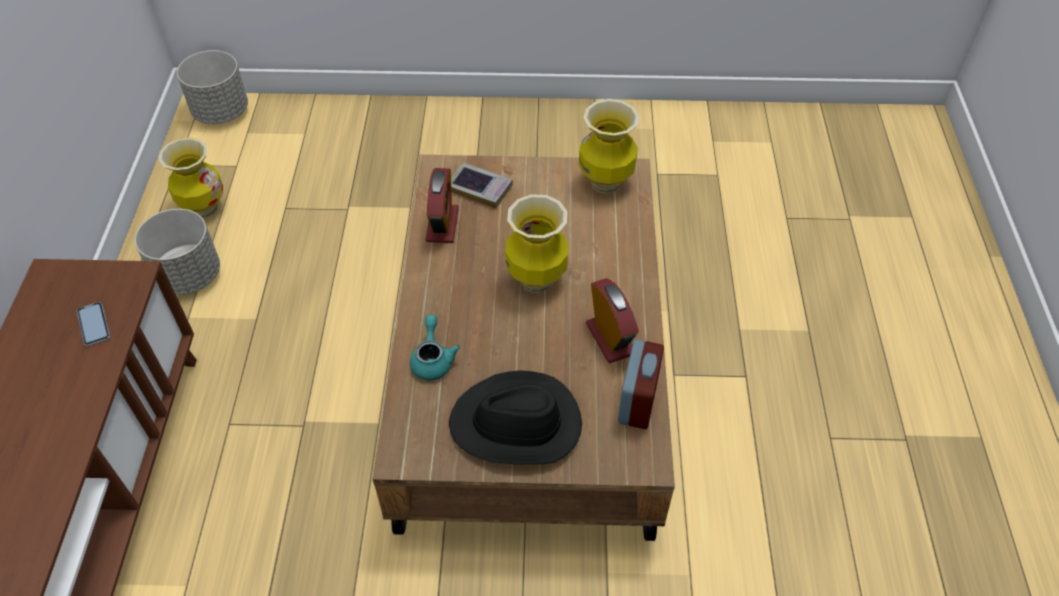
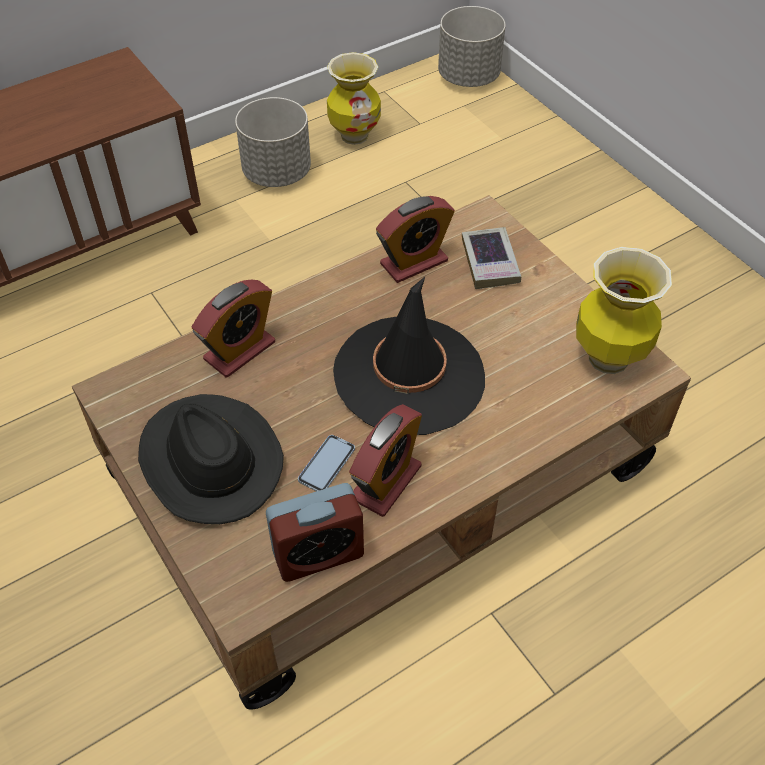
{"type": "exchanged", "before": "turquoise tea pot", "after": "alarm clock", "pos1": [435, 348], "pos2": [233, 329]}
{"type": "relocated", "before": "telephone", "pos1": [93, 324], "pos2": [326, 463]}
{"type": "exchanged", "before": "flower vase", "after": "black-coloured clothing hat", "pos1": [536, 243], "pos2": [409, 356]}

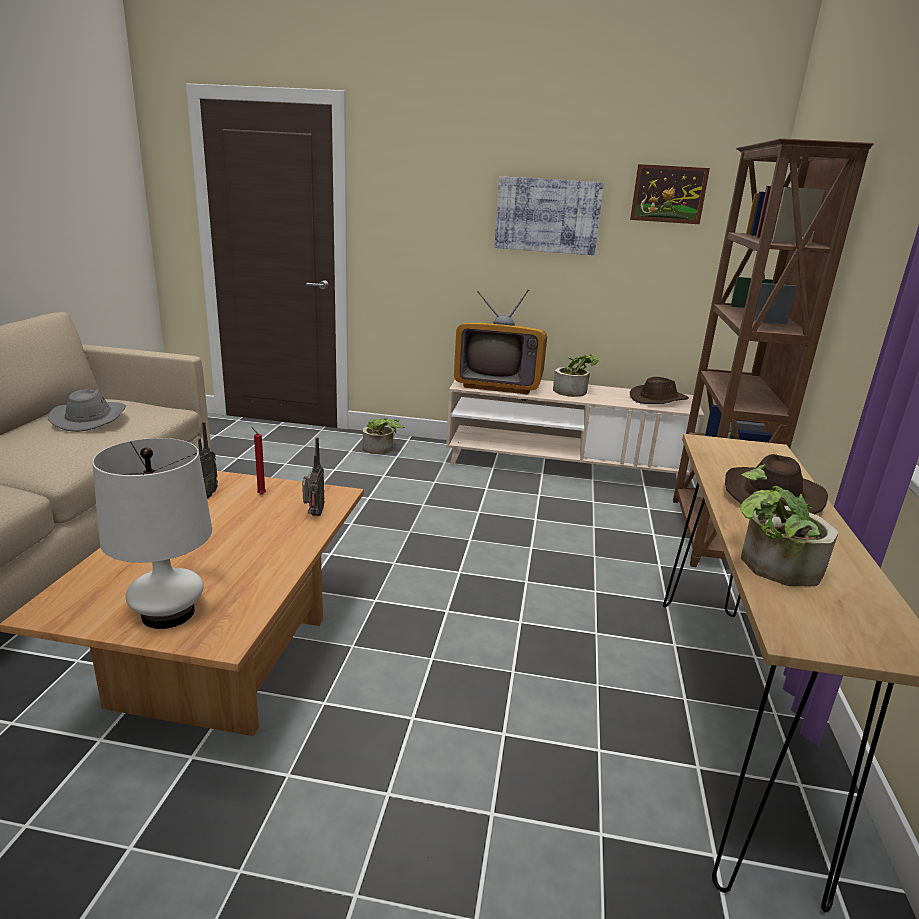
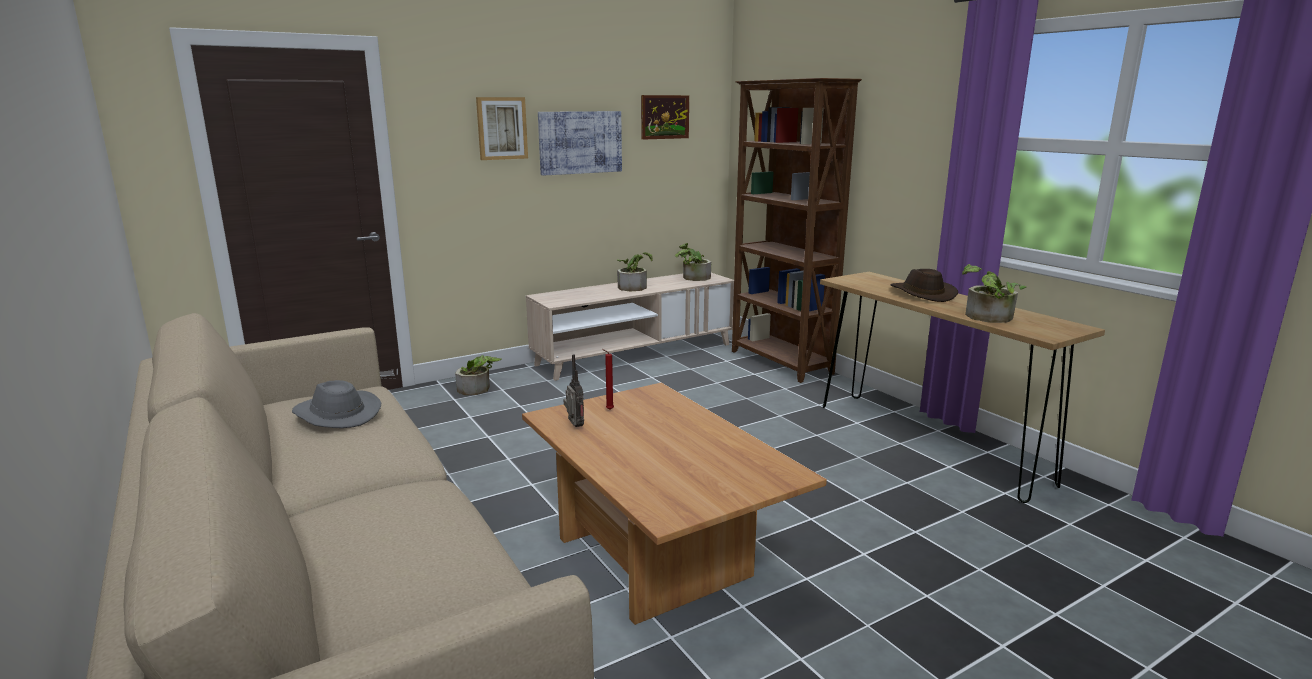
{"type": "appeared", "after": "wall picture", "pos2": [502, 128]}
{"type": "exchanged", "before": "brownish clothing hat", "after": "potted plant", "pos1": [659, 390], "pos2": [693, 262]}
{"type": "missing", "before": "whitish table lamp", "pos1": [152, 533]}
{"type": "missing", "before": "radio", "pos1": [313, 476]}
{"type": "missing", "before": "television", "pos1": [500, 341]}

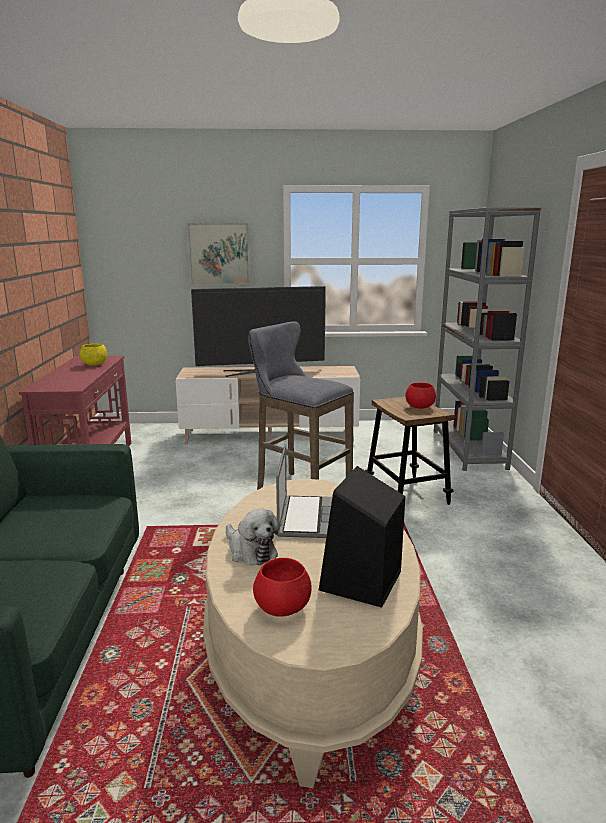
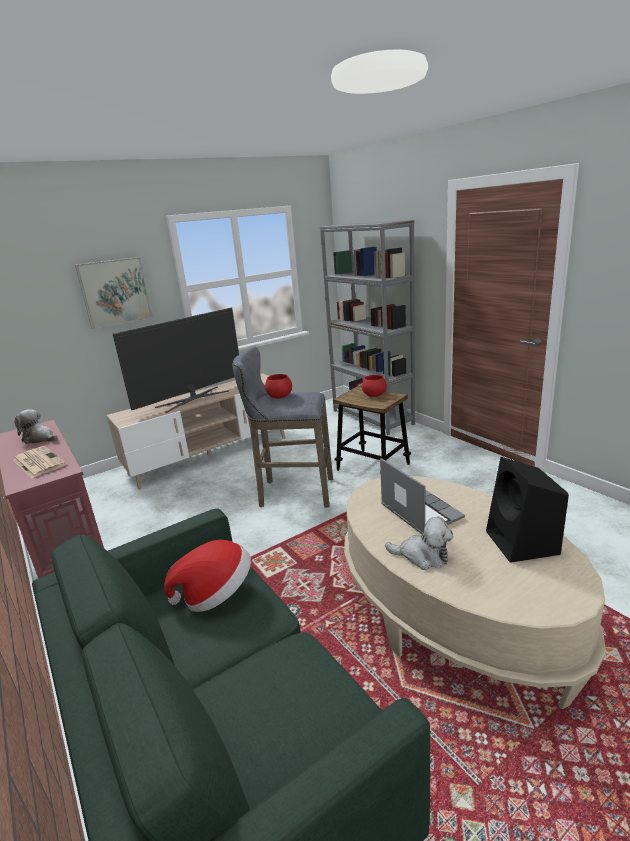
{"type": "appeared", "after": "printed paper", "pos2": [39, 462]}
{"type": "exchanged", "before": "yellowish deep dish", "after": "cuddly toy", "pos1": [93, 355], "pos2": [35, 426]}
{"type": "appeared", "after": "clothing hat", "pos2": [207, 576]}
{"type": "relocated", "before": "red deep dish", "pos1": [282, 587], "pos2": [278, 386]}

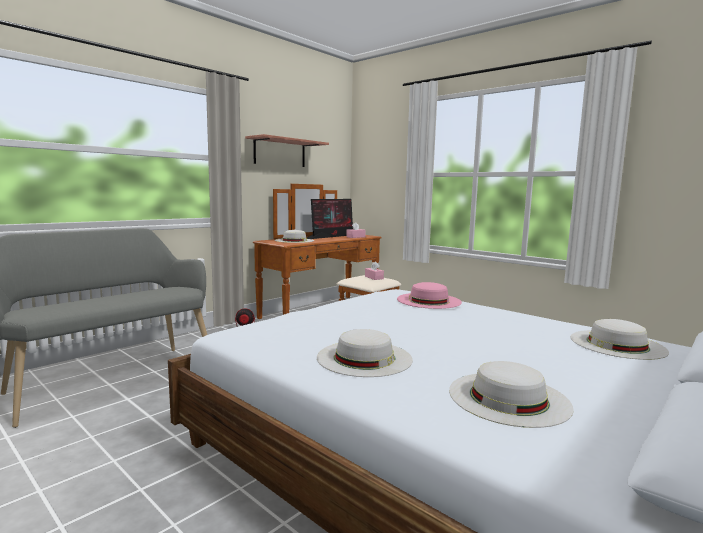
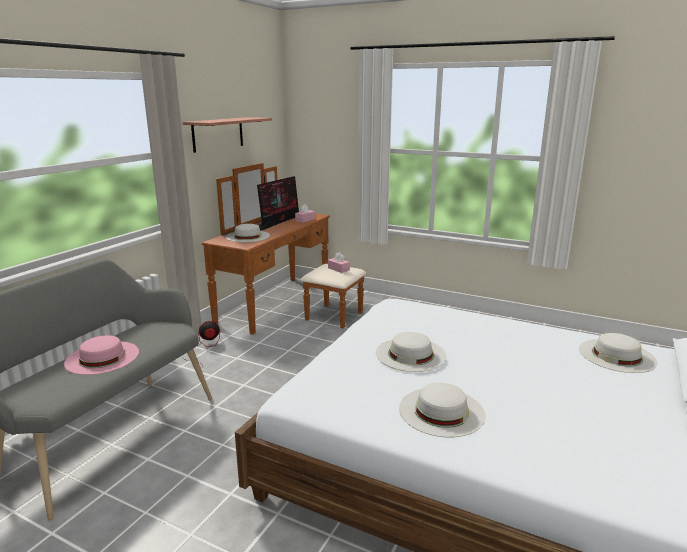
{"type": "relocated", "before": "pinkish clothing hat", "pos1": [429, 295], "pos2": [101, 355]}
{"type": "relocated", "before": "whitish clothing hat", "pos1": [511, 394], "pos2": [411, 352]}

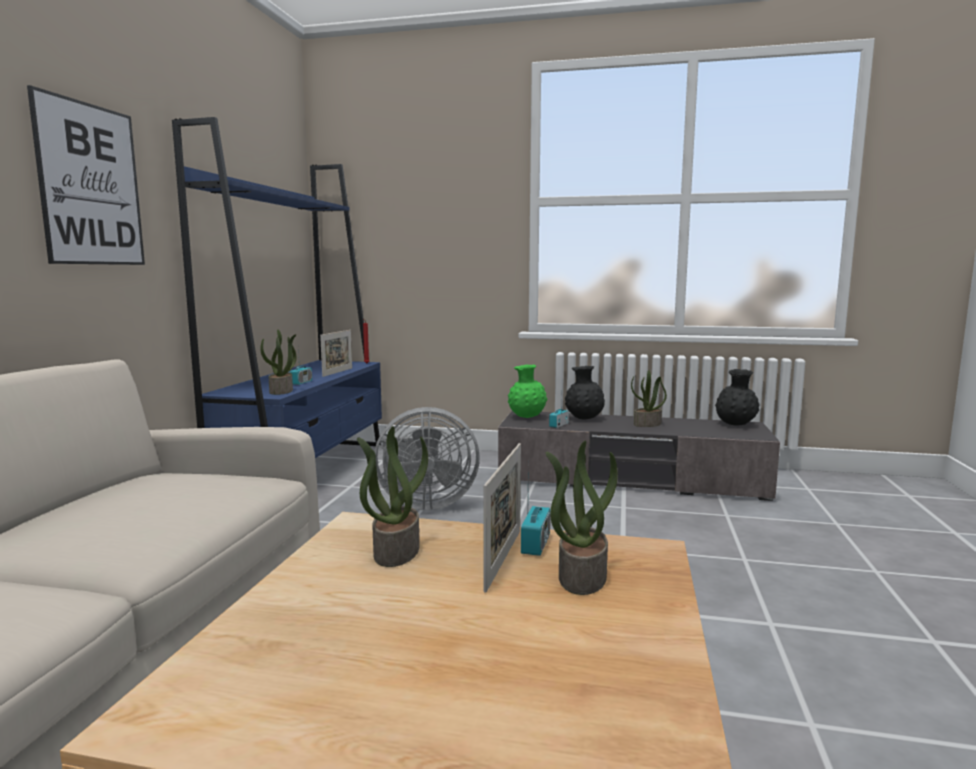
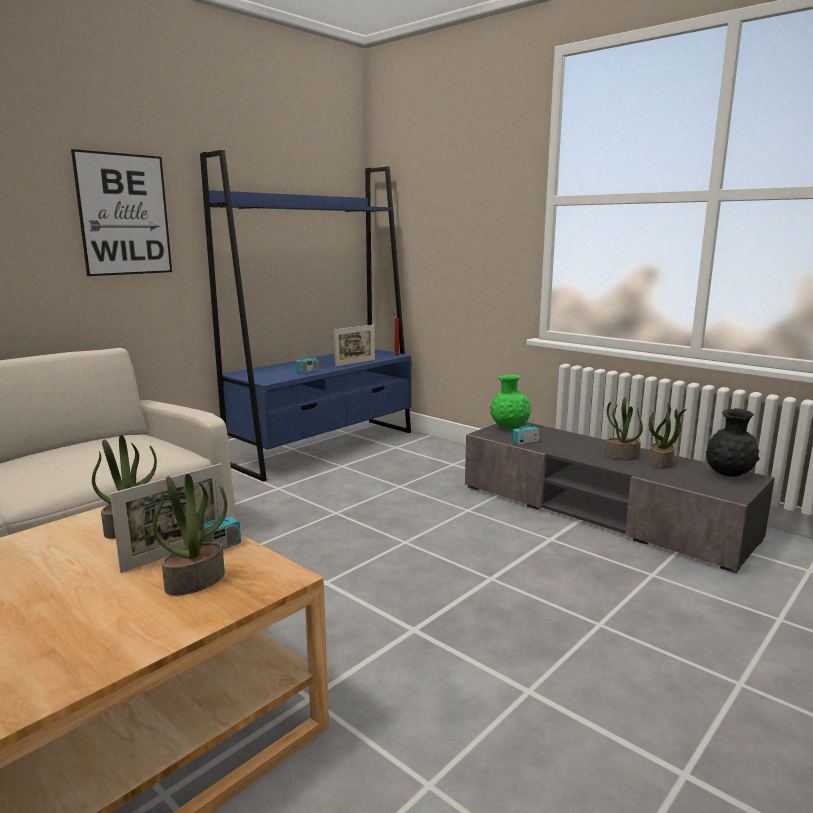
{"type": "relocated", "before": "potted plant", "pos1": [278, 362], "pos2": [668, 435]}
{"type": "missing", "before": "gray cooling fan", "pos1": [427, 458]}
{"type": "missing", "before": "black-coloured flower vase", "pos1": [585, 393]}

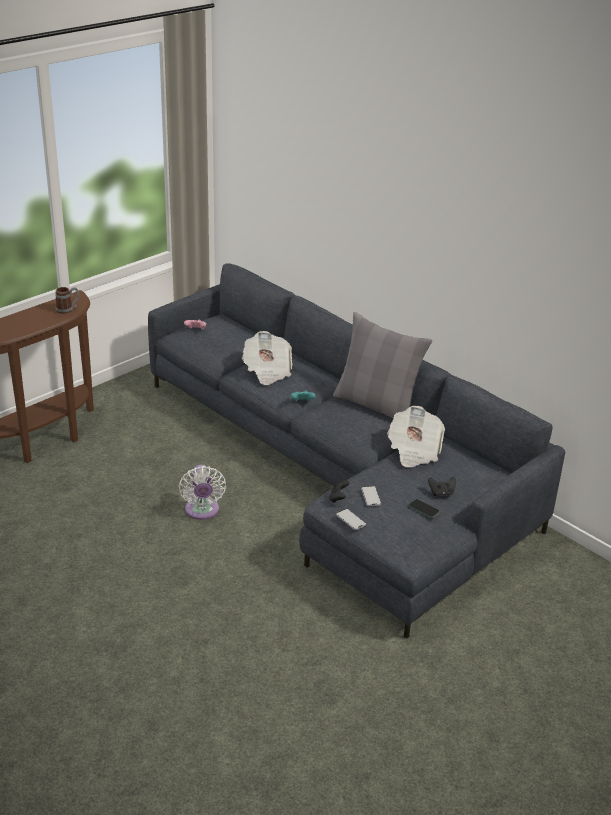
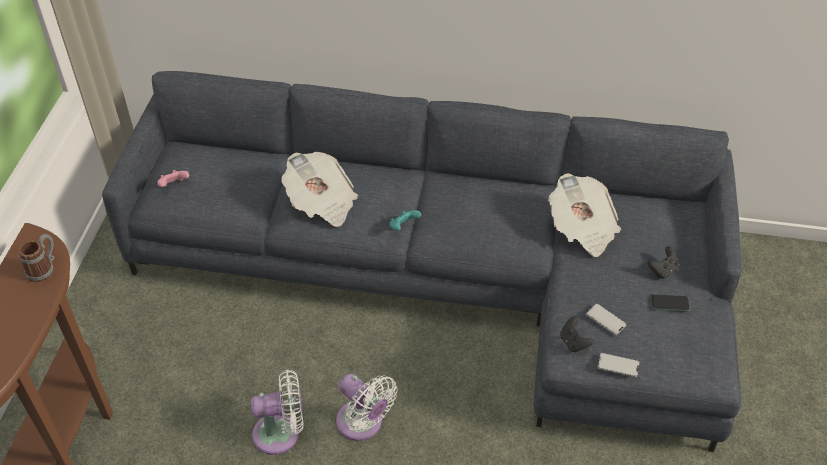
{"type": "appeared", "after": "whitish cooling fan", "pos2": [277, 412]}
{"type": "missing", "before": "gray cushion", "pos1": [382, 365]}

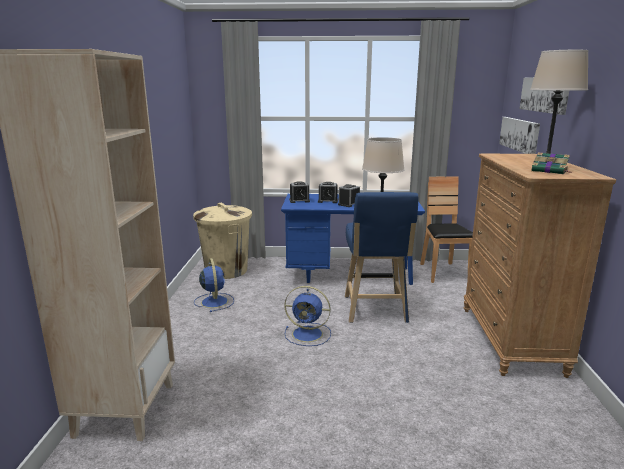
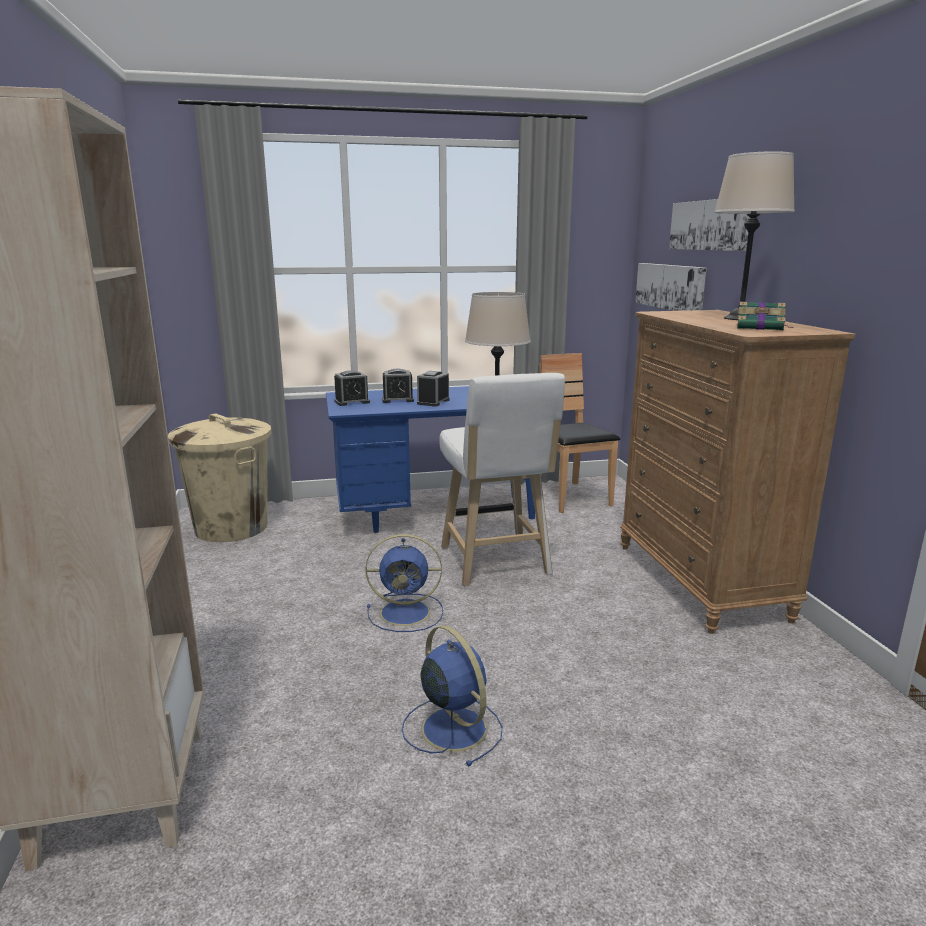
{"type": "relocated", "before": "blue cooling fan", "pos1": [214, 285], "pos2": [452, 695]}
{"type": "colour", "before": "blue stool", "after": "whitish stool", "pos1": [381, 257], "pos2": [502, 479]}

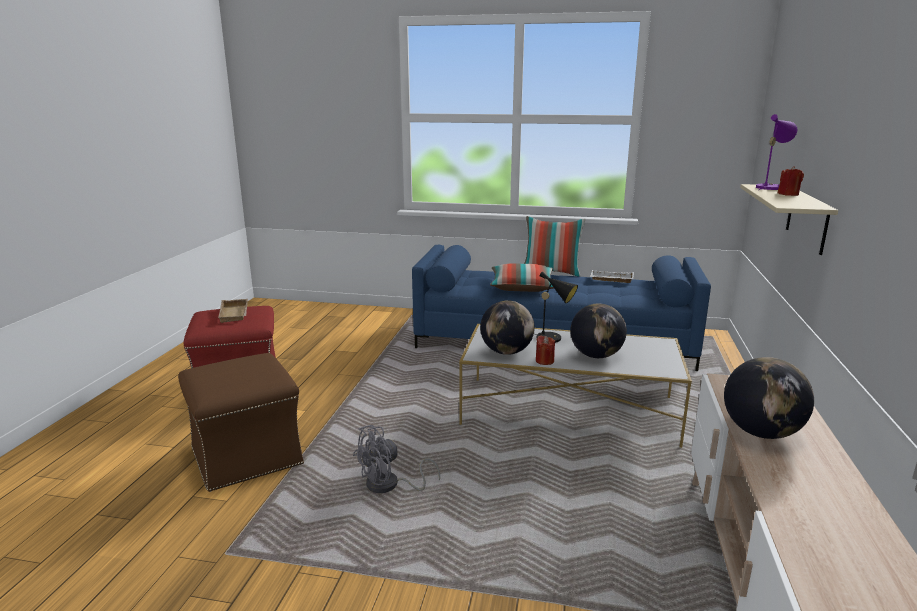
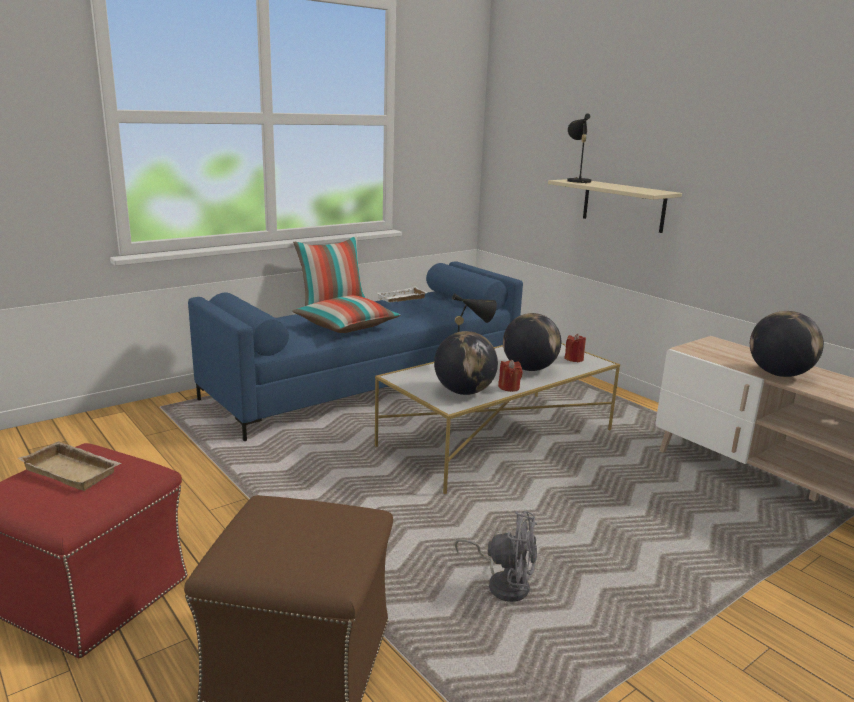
{"type": "spun", "before": "gray cooling fan", "pos1": [396, 459], "pos2": [495, 556], "turn": -75}
{"type": "relocated", "before": "red candle", "pos1": [791, 181], "pos2": [575, 348]}
{"type": "colour", "before": "purplish table lamp", "after": "black-coloured table lamp", "pos1": [776, 152], "pos2": [579, 148]}

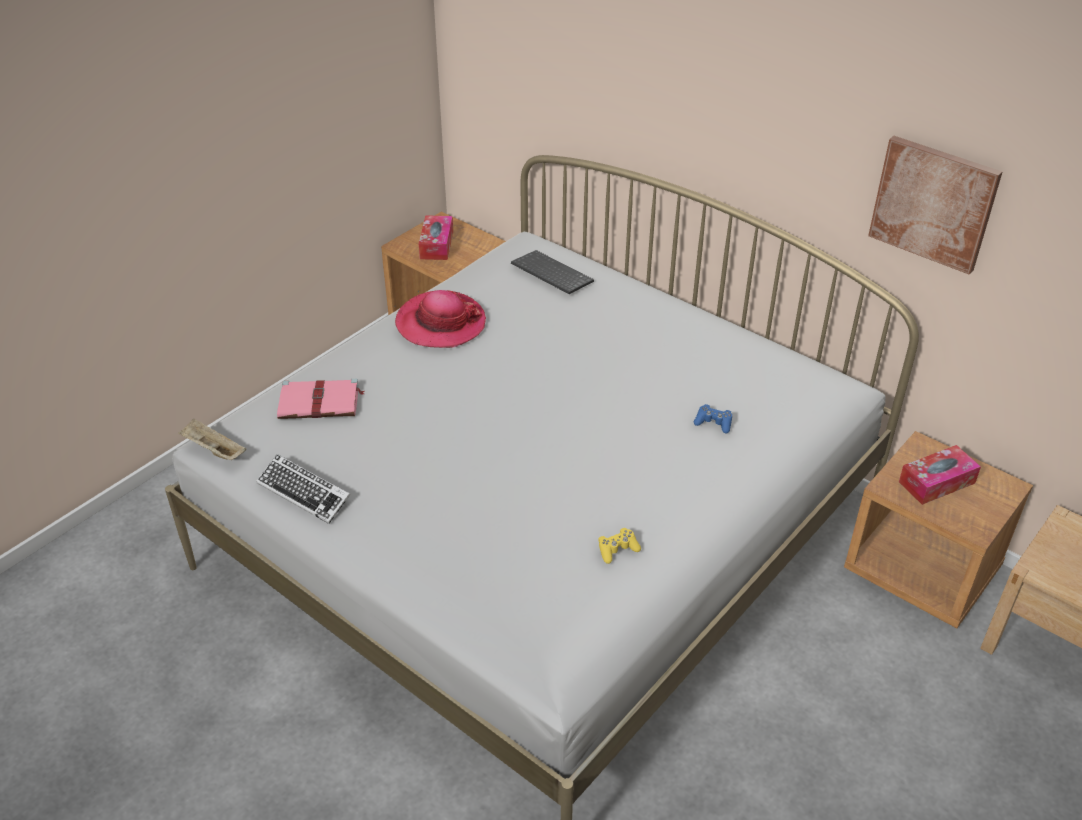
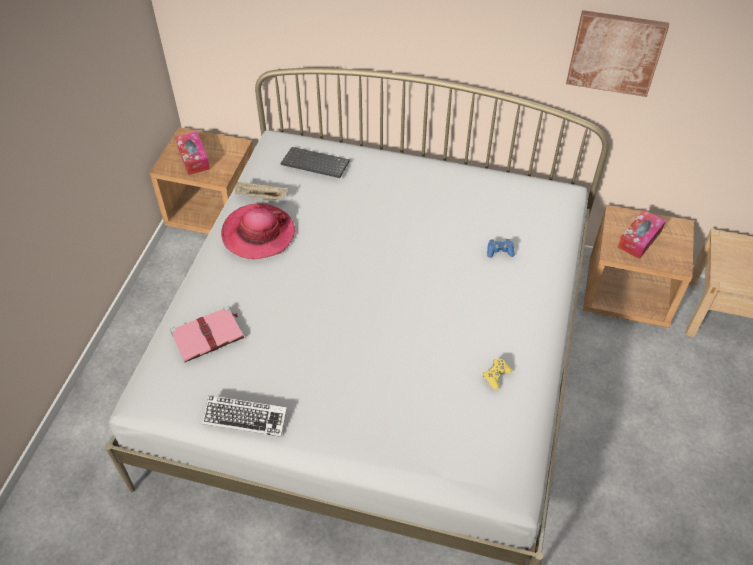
{"type": "relocated", "before": "beige-coloured serving tray", "pos1": [212, 439], "pos2": [261, 190]}

